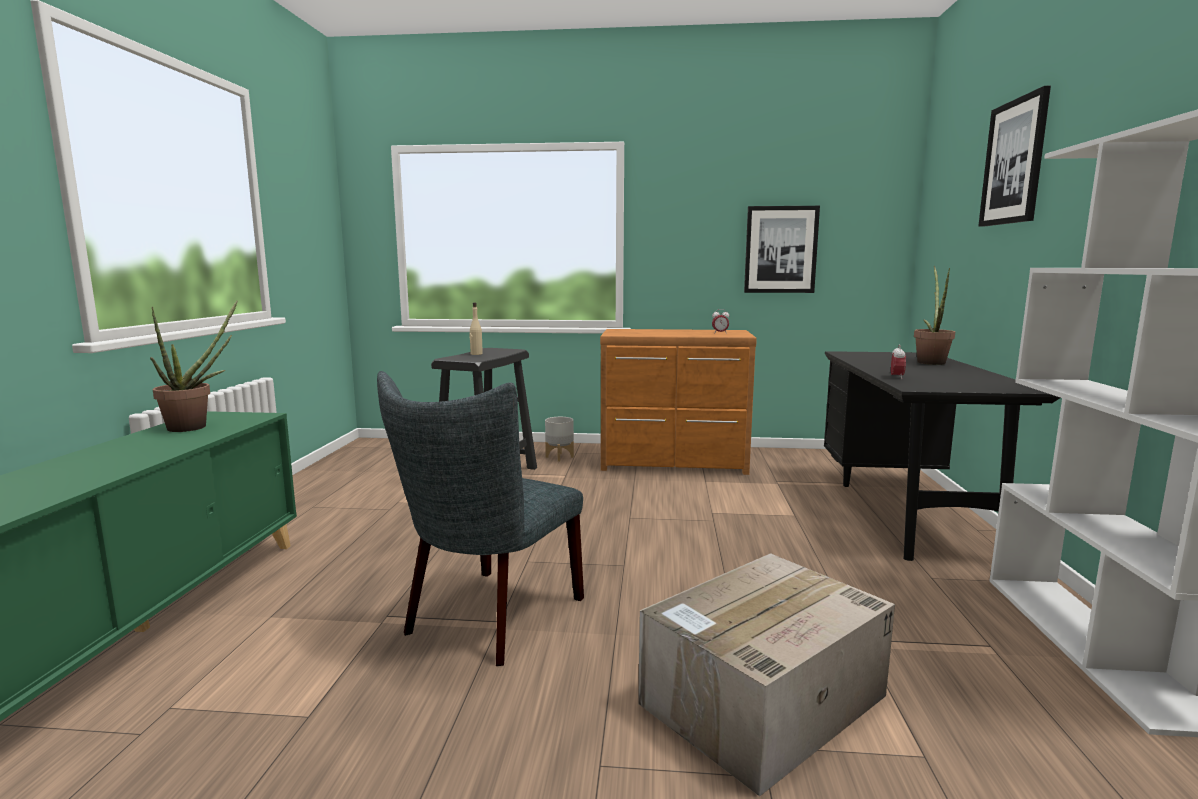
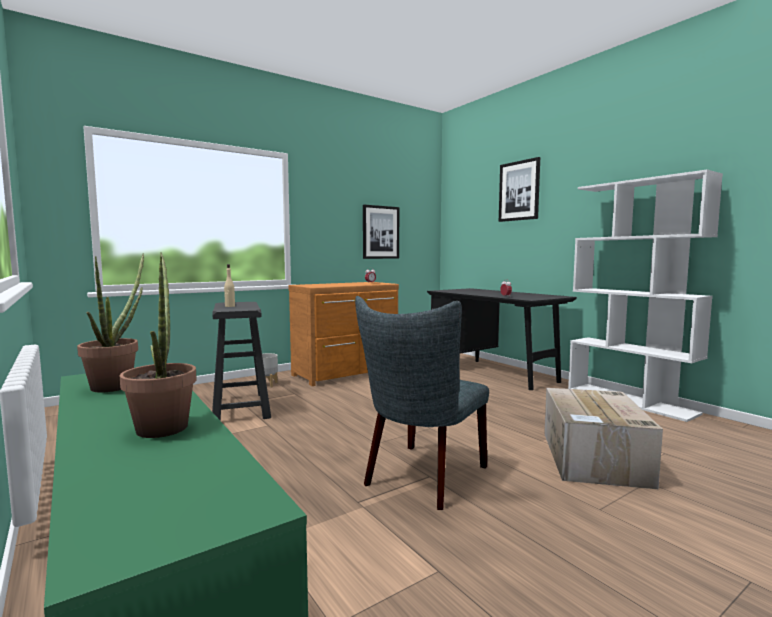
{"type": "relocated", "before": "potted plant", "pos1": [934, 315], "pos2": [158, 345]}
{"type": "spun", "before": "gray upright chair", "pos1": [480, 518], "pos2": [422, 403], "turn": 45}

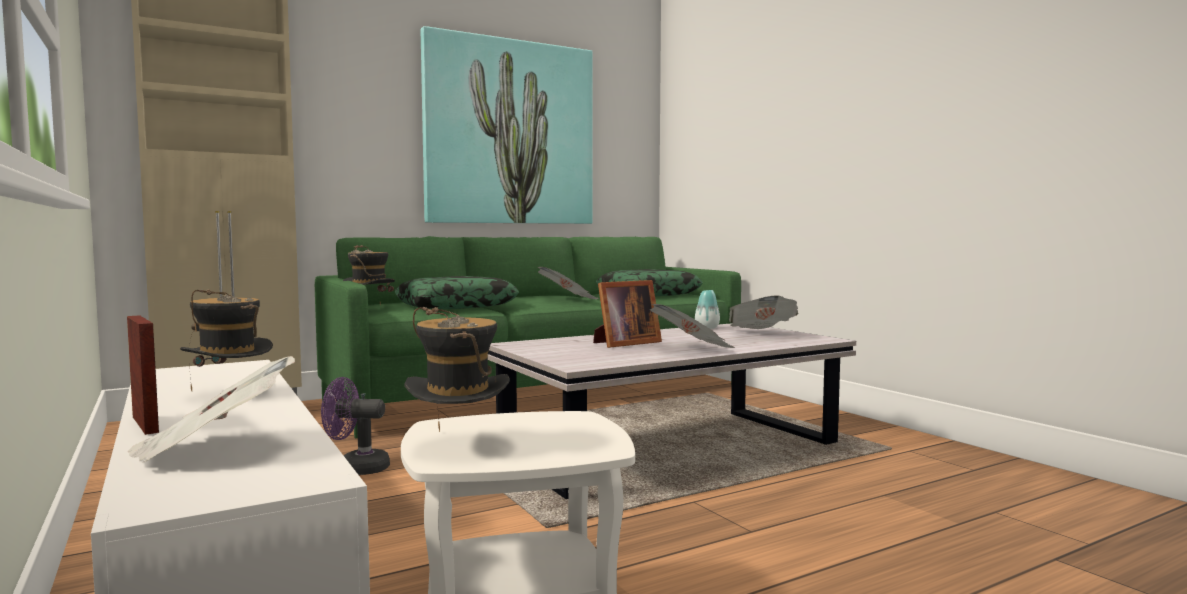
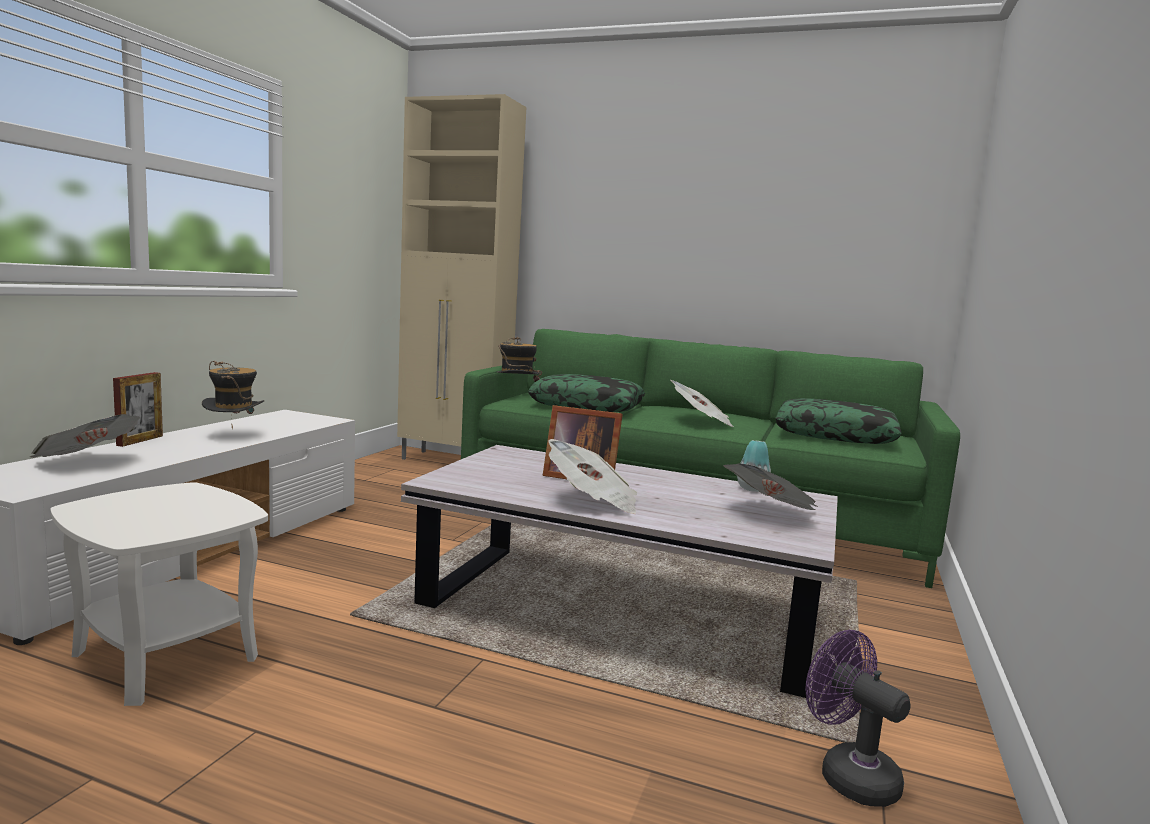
{"type": "relocated", "before": "purplish cooling fan", "pos1": [355, 426], "pos2": [858, 718]}
{"type": "missing", "before": "clothing hat", "pos1": [457, 369]}
{"type": "missing", "before": "wall picture", "pos1": [507, 125]}

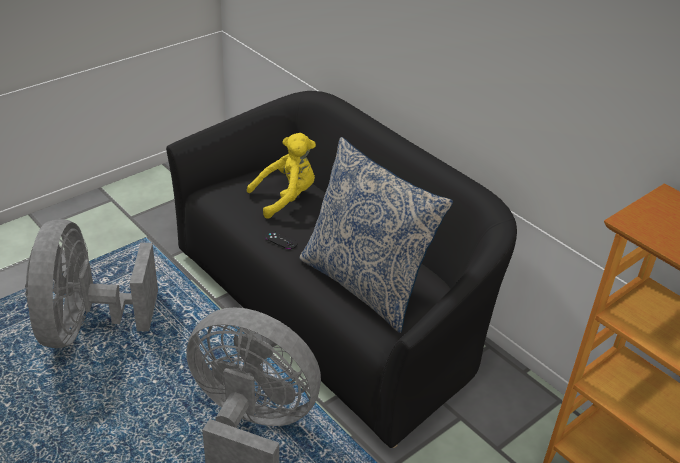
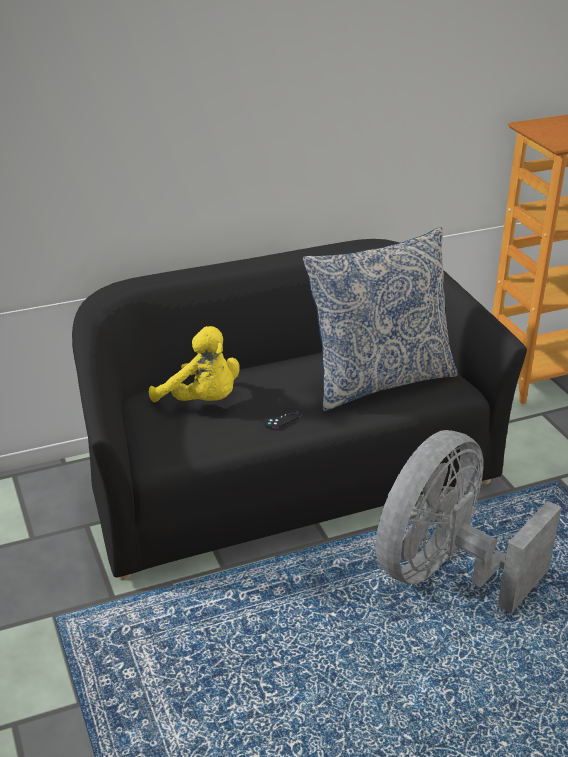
{"type": "spun", "before": "yellowish cuddly toy", "pos1": [281, 175], "pos2": [194, 364], "turn": 135}
{"type": "missing", "before": "gray cooling fan", "pos1": [91, 283]}

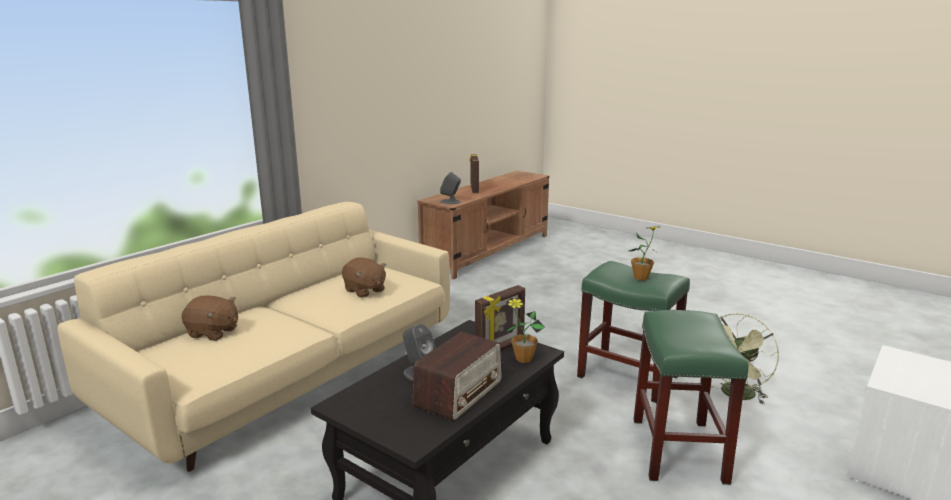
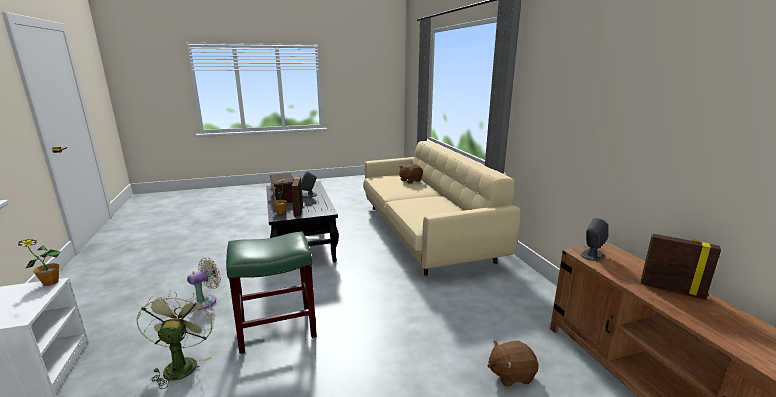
{"type": "relocated", "before": "potted plant", "pos1": [644, 253], "pos2": [39, 262]}
{"type": "exchanged", "before": "greenish stool", "after": "beige-coloured cooling fan", "pos1": [691, 397], "pos2": [204, 283]}
{"type": "relocated", "before": "brownish cuddly toy", "pos1": [364, 277], "pos2": [513, 364]}

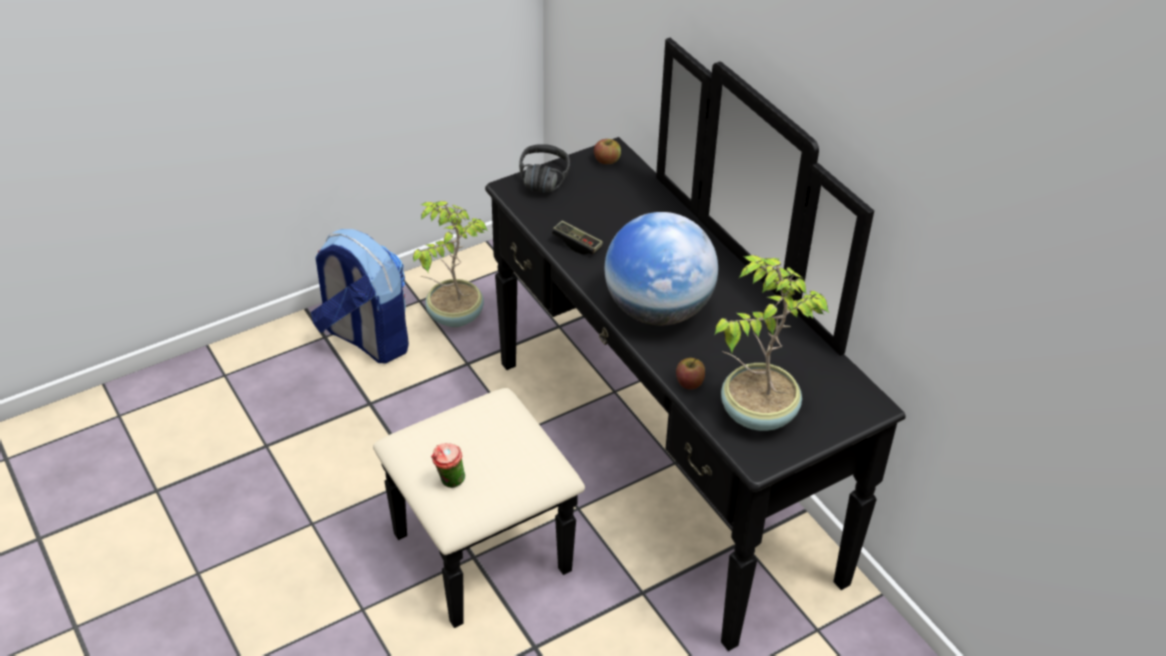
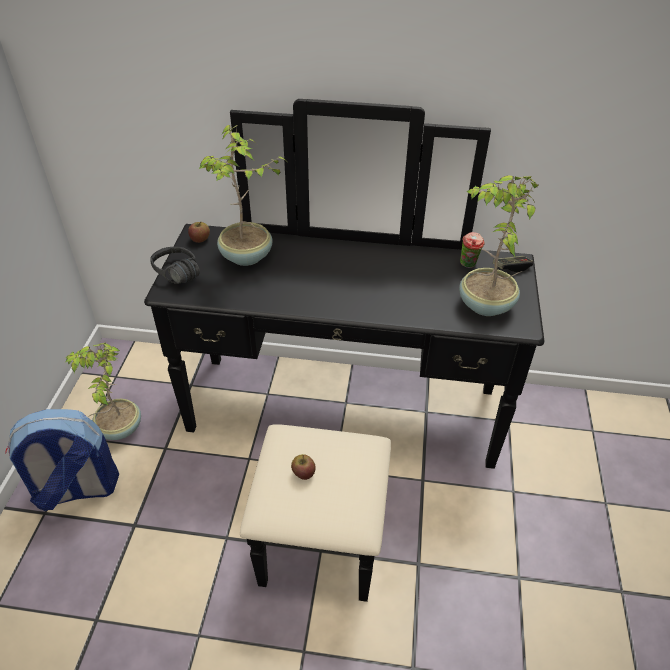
{"type": "appeared", "after": "potted plant", "pos2": [242, 195]}
{"type": "relocated", "before": "apple", "pos1": [690, 374], "pos2": [303, 467]}
{"type": "relocated", "before": "drinking cup", "pos1": [448, 465], "pos2": [472, 250]}
{"type": "relocated", "before": "gamepad", "pos1": [577, 238], "pos2": [513, 264]}
{"type": "missing", "before": "desk globe", "pos1": [661, 268]}

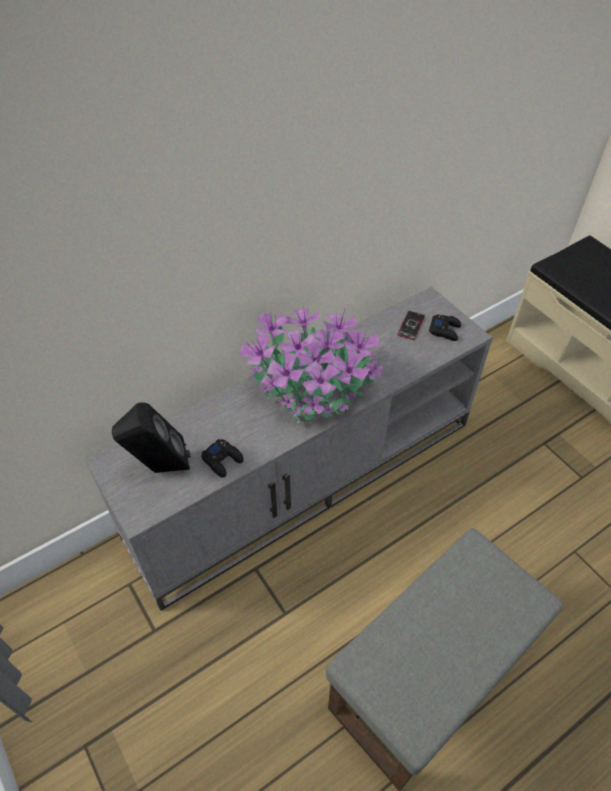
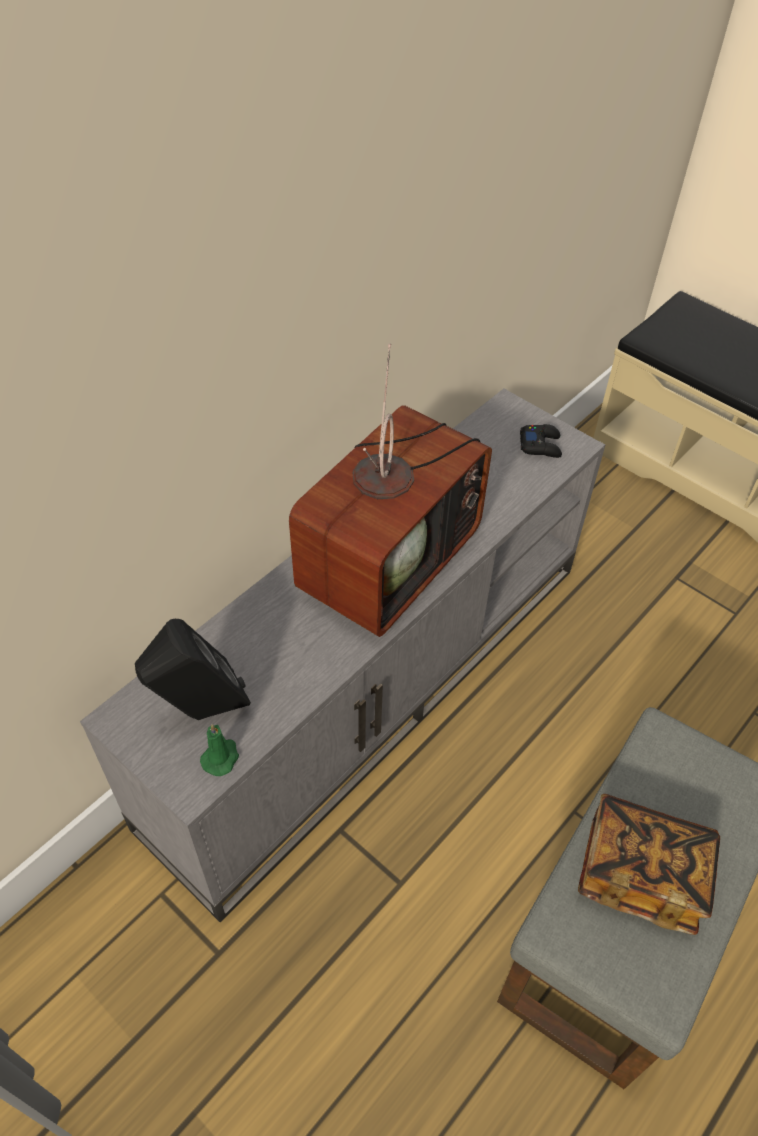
{"type": "appeared", "after": "greenish candle", "pos2": [219, 750]}
{"type": "exchanged", "before": "potted plant", "after": "television", "pos1": [311, 364], "pos2": [390, 490]}
{"type": "appeared", "after": "book", "pos2": [649, 864]}
{"type": "missing", "before": "black-coloured gamepad", "pos1": [222, 458]}
{"type": "missing", "before": "telephone", "pos1": [411, 325]}

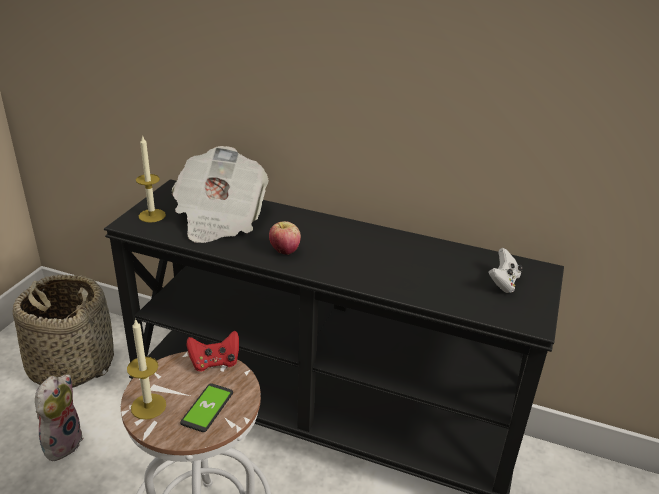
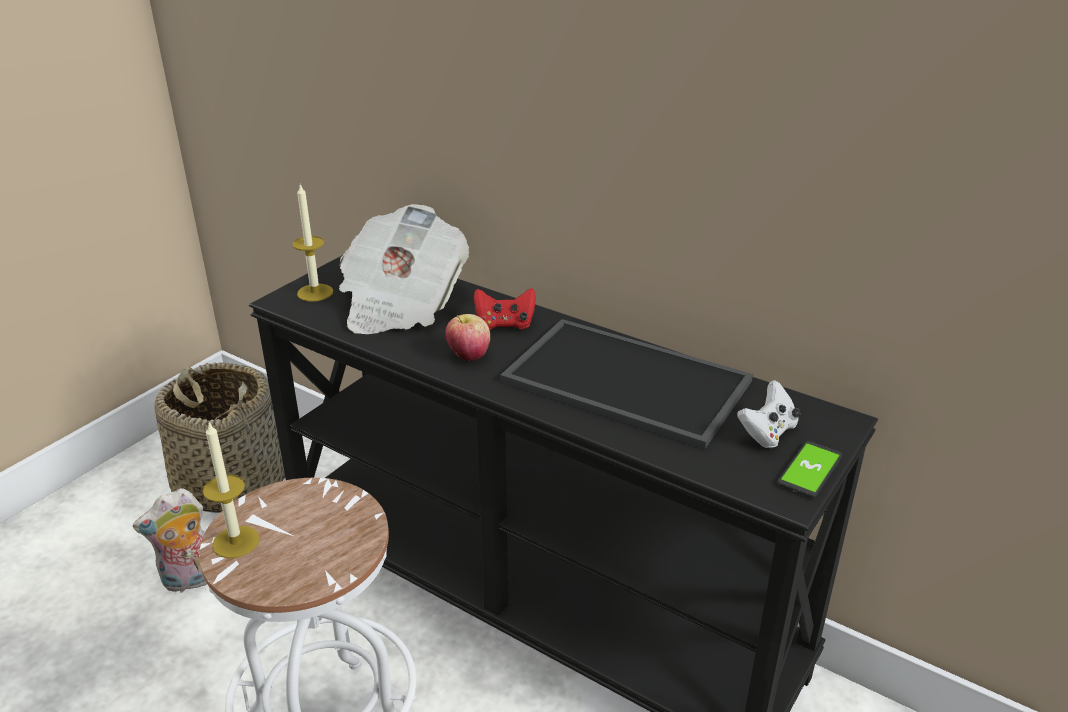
{"type": "spun", "before": "cuddly toy", "pos1": [59, 418], "pos2": [170, 540], "turn": -150}
{"type": "relocated", "before": "red gamepad", "pos1": [212, 351], "pos2": [505, 309]}
{"type": "appeared", "after": "serving tray", "pos2": [626, 384]}
{"type": "relocated", "before": "telephone", "pos1": [206, 407], "pos2": [810, 469]}

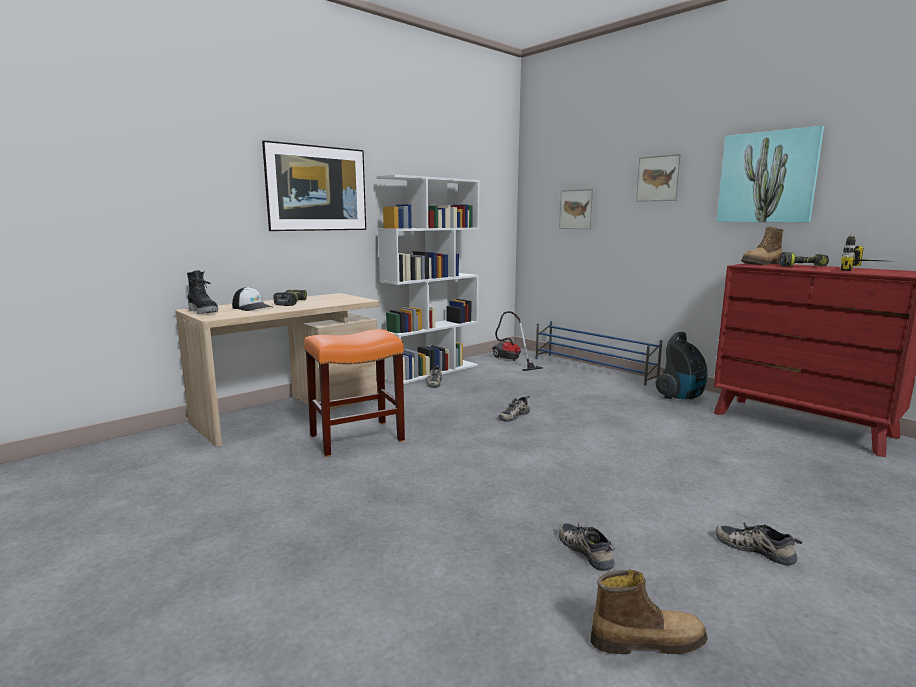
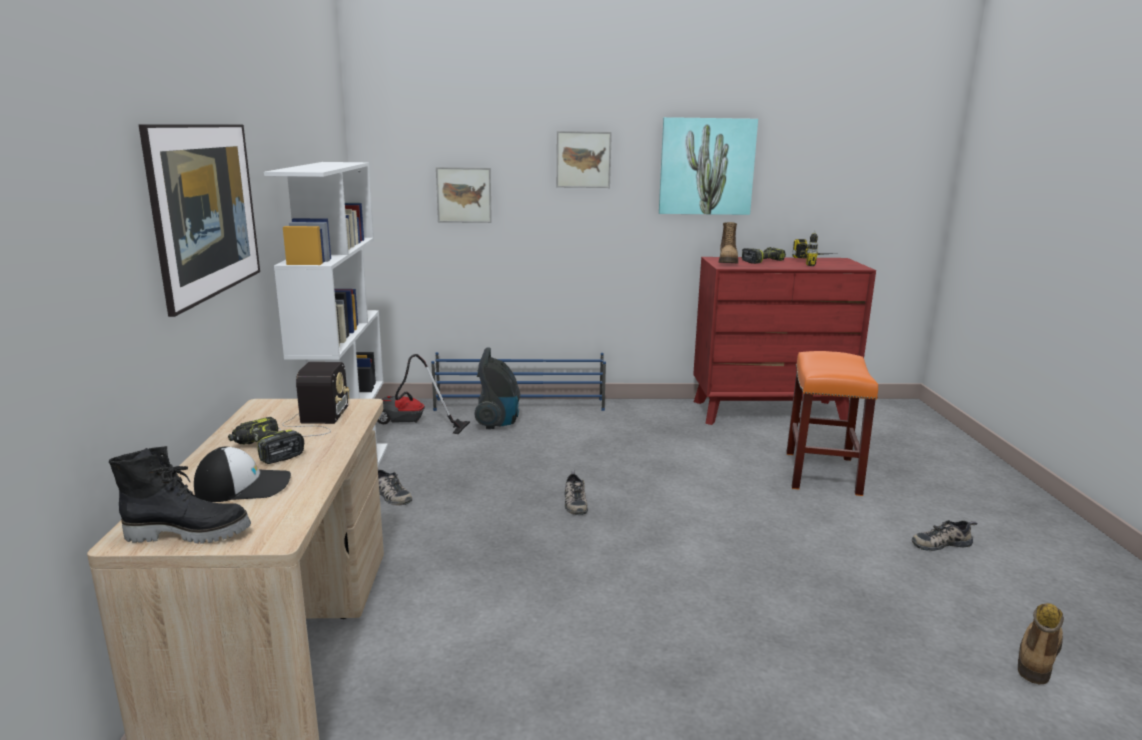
{"type": "appeared", "after": "radio", "pos2": [314, 399]}
{"type": "relocated", "before": "vacuum", "pos1": [681, 366], "pos2": [497, 388]}
{"type": "relocated", "before": "orange stool", "pos1": [354, 393], "pos2": [832, 423]}
{"type": "missing", "before": "item of footwear", "pos1": [587, 547]}

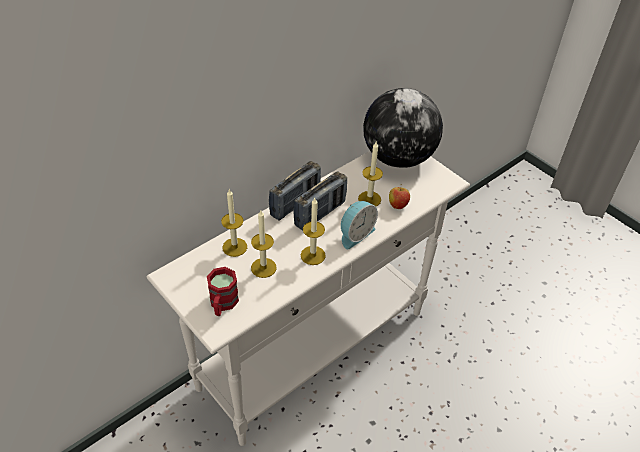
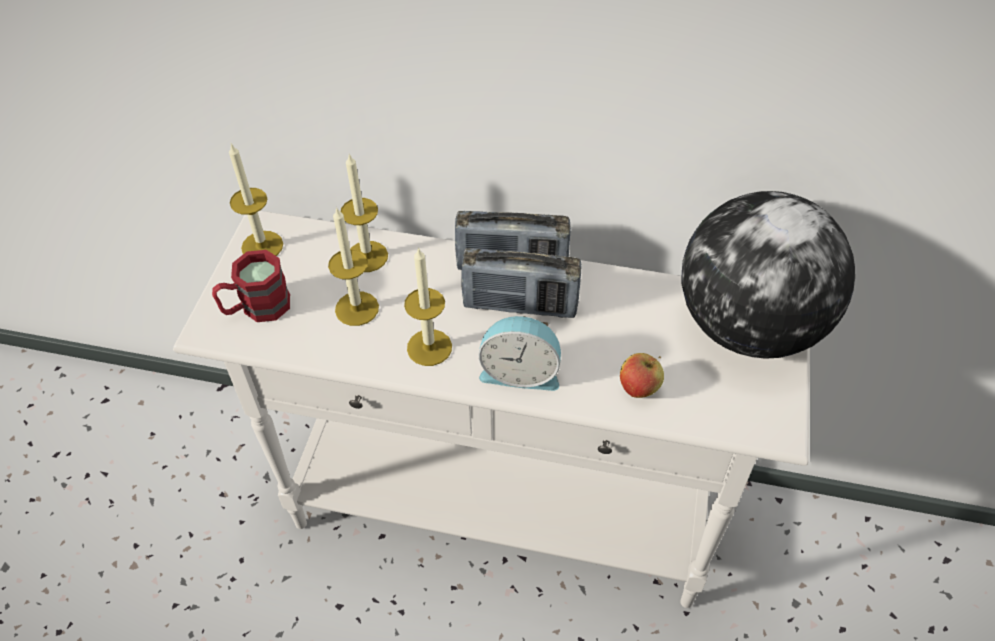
{"type": "relocated", "before": "candle", "pos1": [370, 174], "pos2": [256, 199]}

